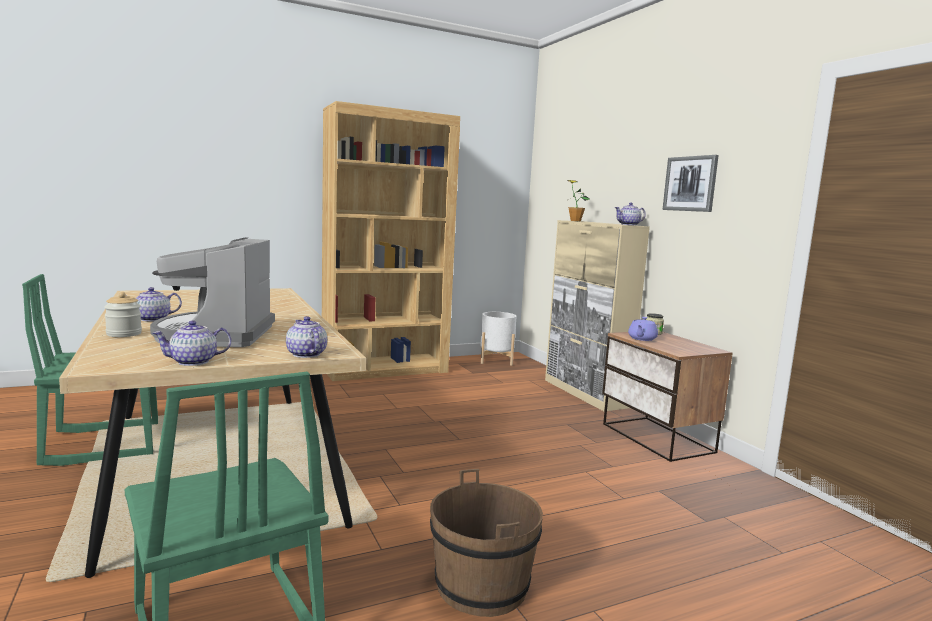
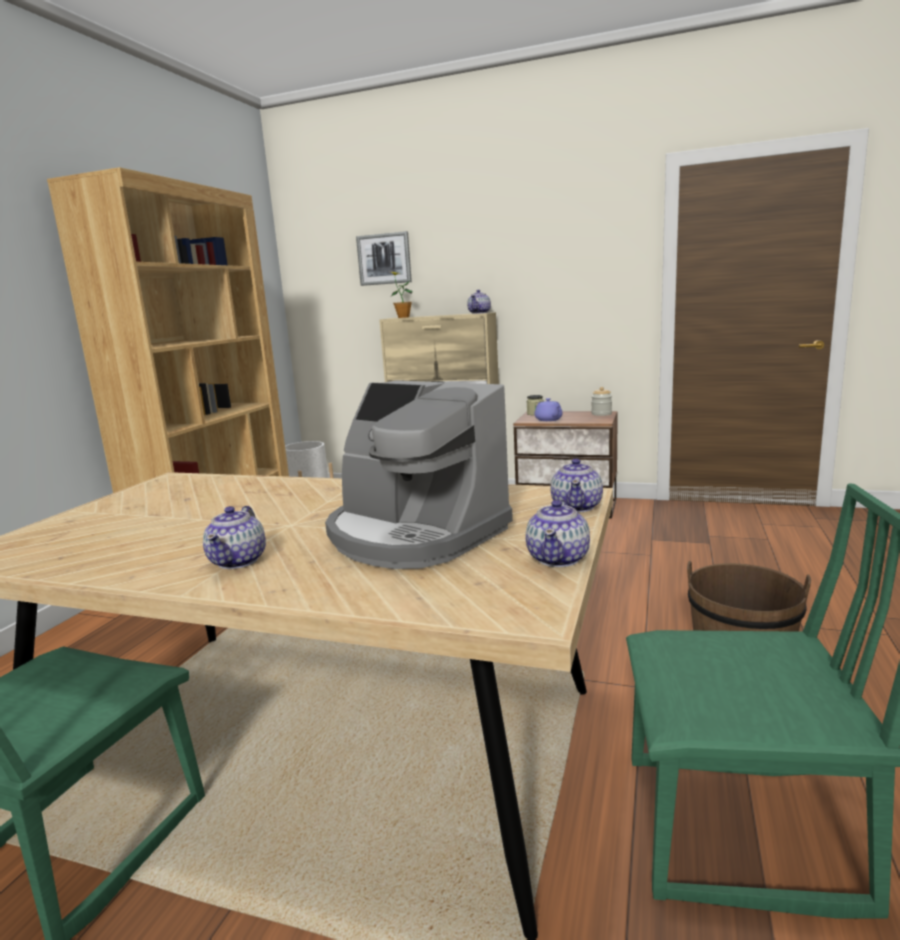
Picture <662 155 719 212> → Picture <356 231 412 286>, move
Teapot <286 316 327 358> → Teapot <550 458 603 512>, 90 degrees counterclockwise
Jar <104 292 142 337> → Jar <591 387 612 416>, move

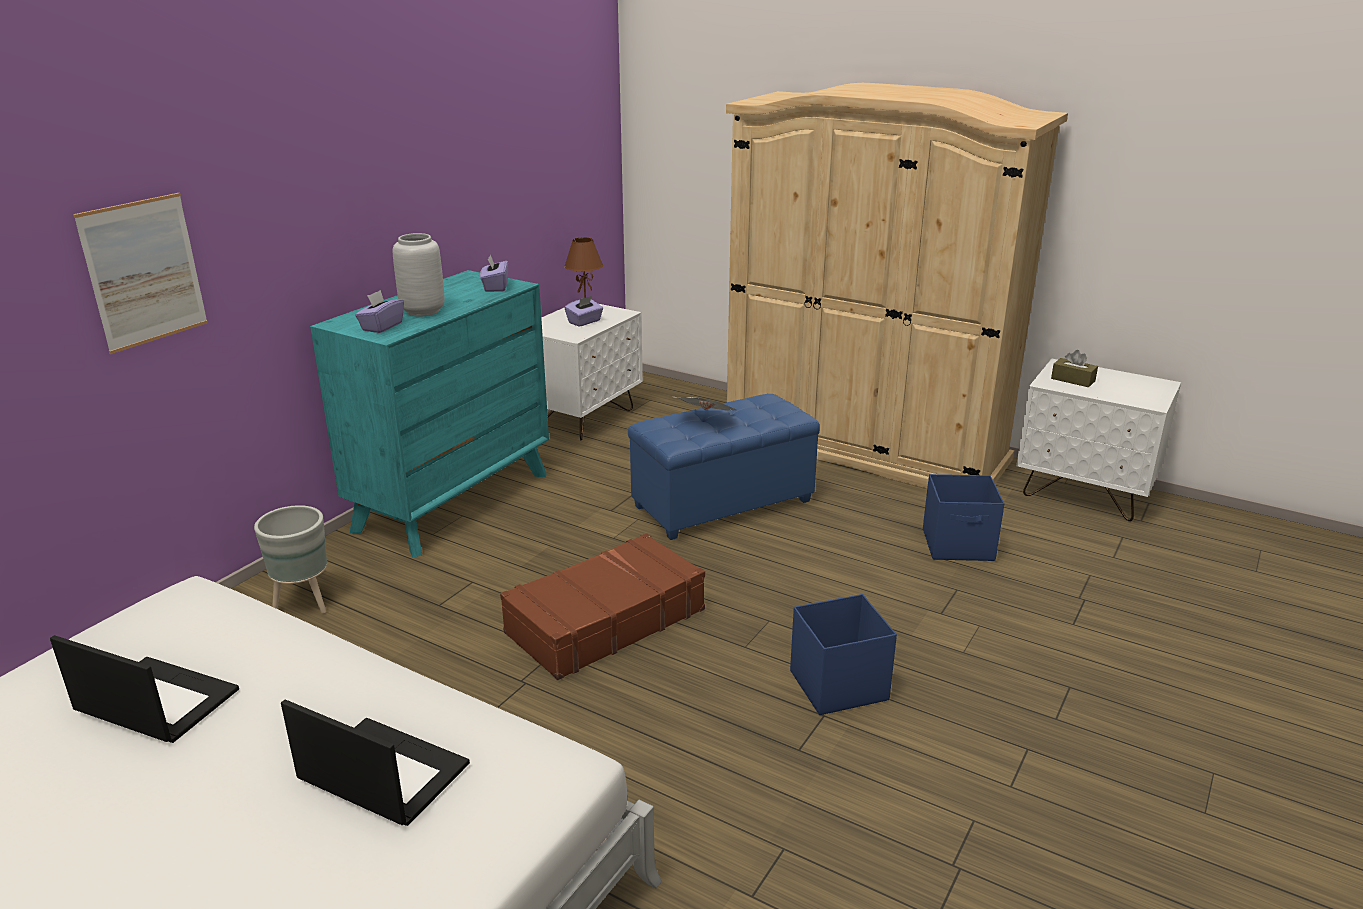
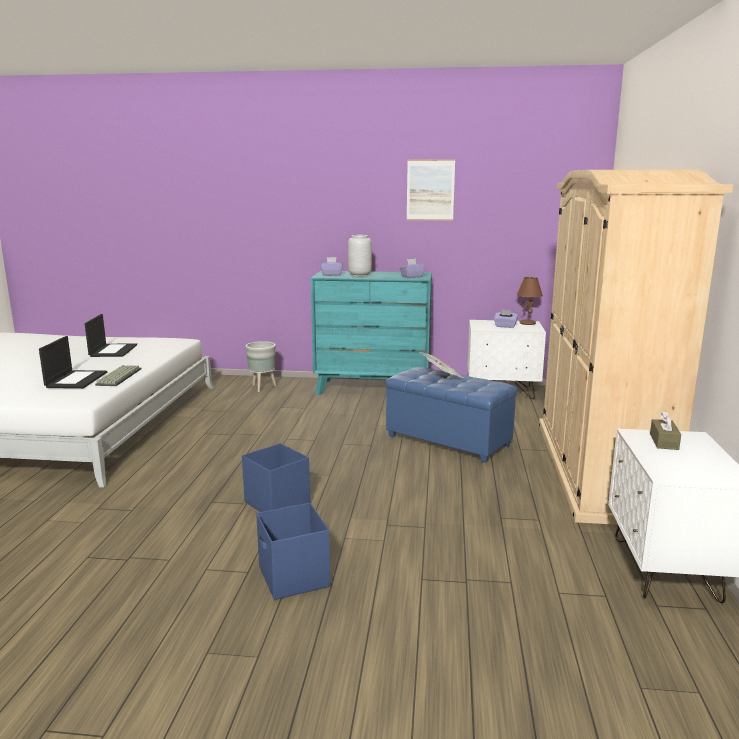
- → Keyboard <95 365 141 386>
BlueStorageBox <923 474 1005 561> → BlueStorageBox <256 503 330 600>, move
Picture <73 193 208 354> → Picture <407 159 455 221>, move
BrownSuitcase <500 533 705 680> → -

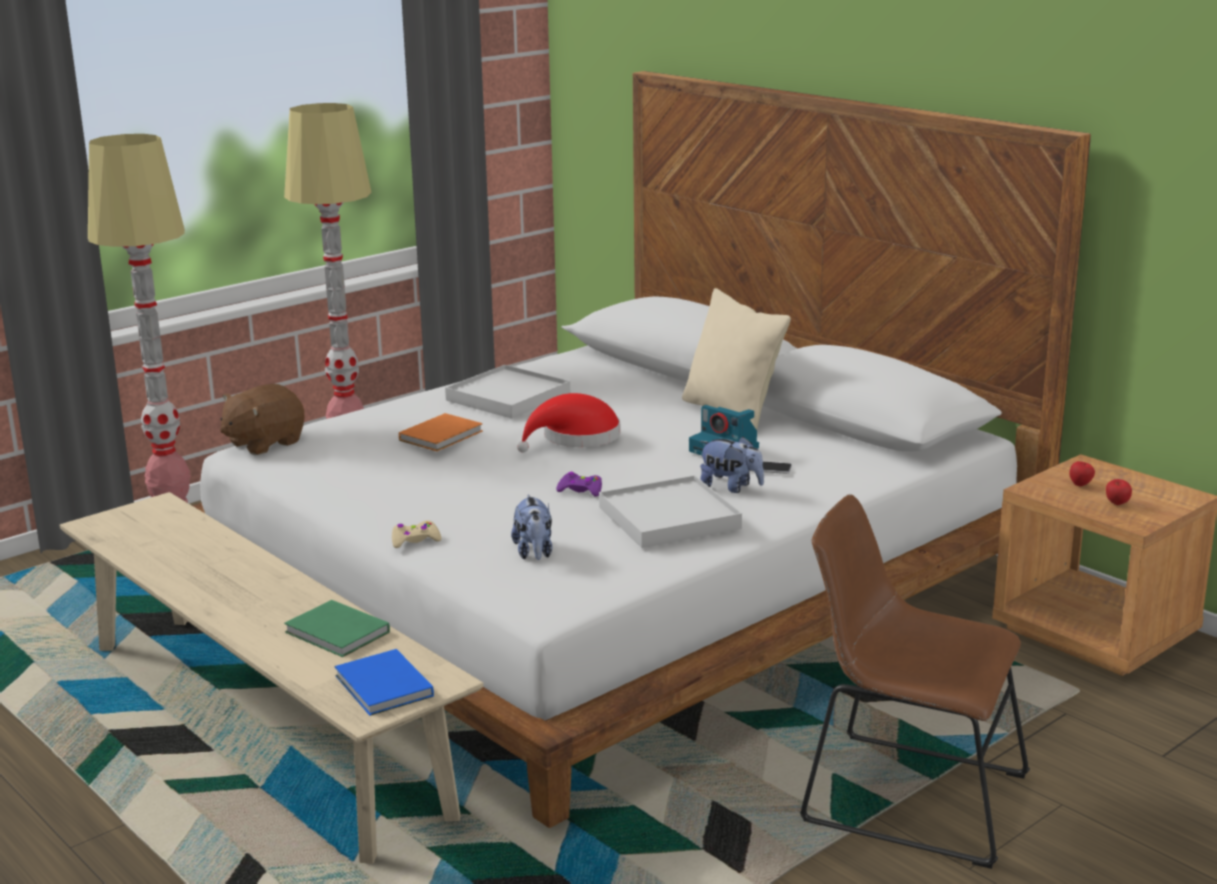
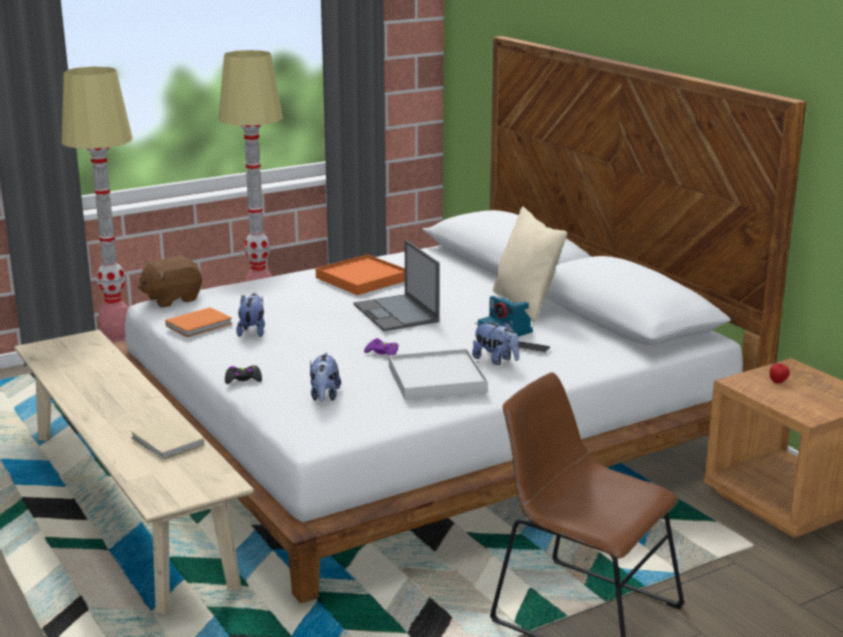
GreenBook <284 600 390 657> → BeigeBook <130 417 204 460>
OrangeBook <399 413 483 451> → OrangeBook <165 307 233 337>, move
BeigeGameController <392 521 441 548> → BlackGameController <225 365 262 384>
- → PlushToy <236 293 265 337>
WhiteTray <445 365 570 419> → OrangeTray <316 254 405 295>
RedHat <517 393 620 452> → Laptop <354 240 440 331>
BlueBook <335 649 434 716> → -
Apple <1106 479 1132 505> → -

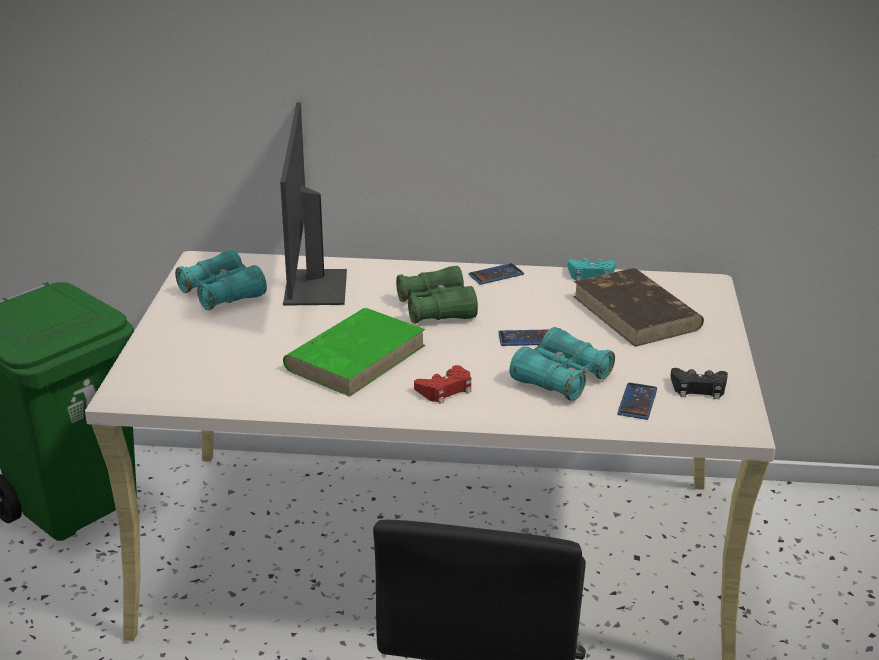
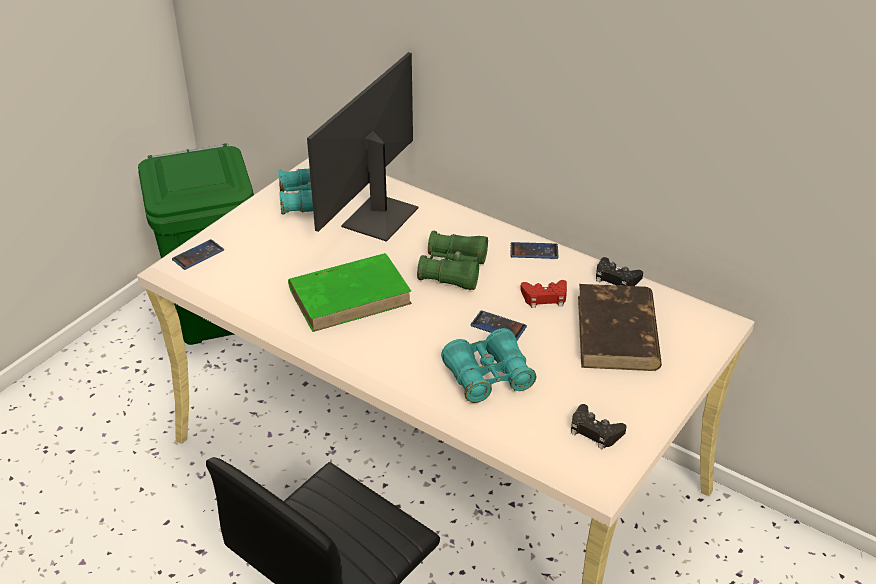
Phone <617 382 657 420> → Phone <172 239 224 270>, move
RedGameController <414 365 471 404> → RedGameController <520 280 567 308>, move
TurquoiseGameController <567 258 616 281> → BlackGameController <596 257 643 286>

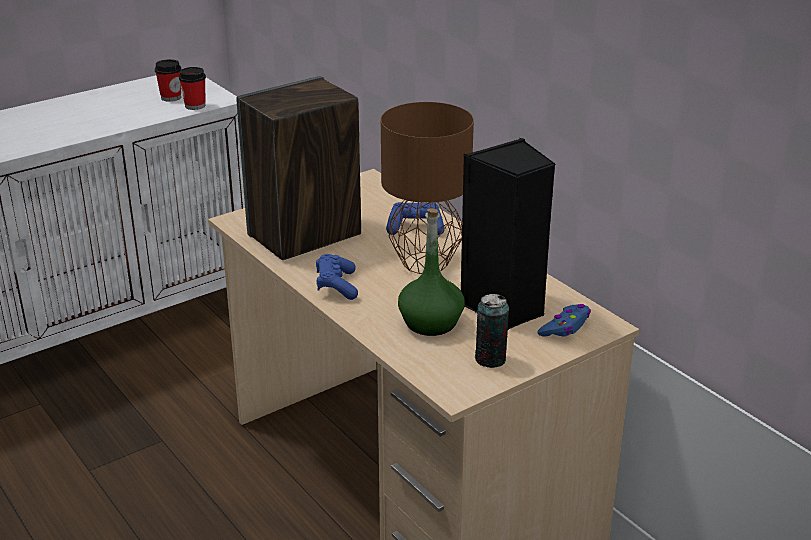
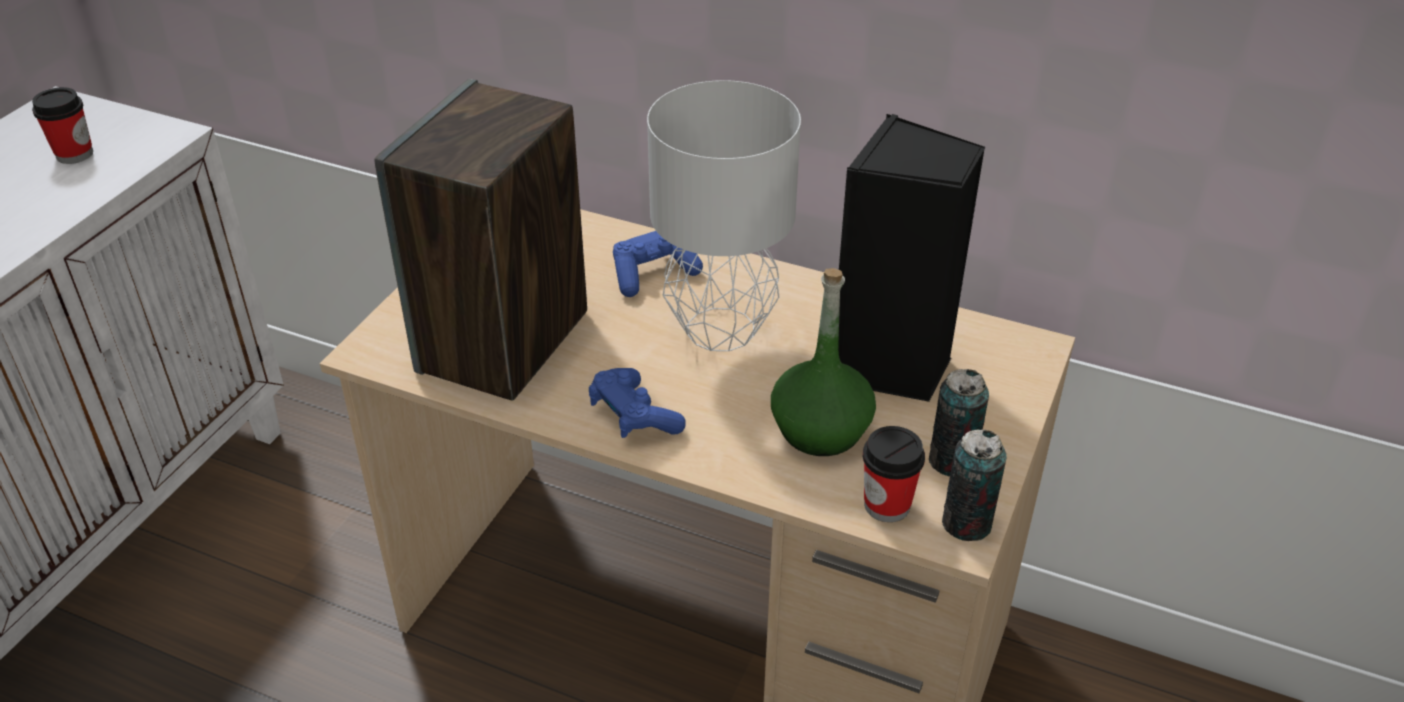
BrownTableLamp <381 102 474 274> → GreyTableLamp <647 80 801 351>
Cup <179 67 206 110> → Cup <863 426 925 522>, move
- → Can <942 430 1006 541>
BlueGameController <537 304 591 337> → -

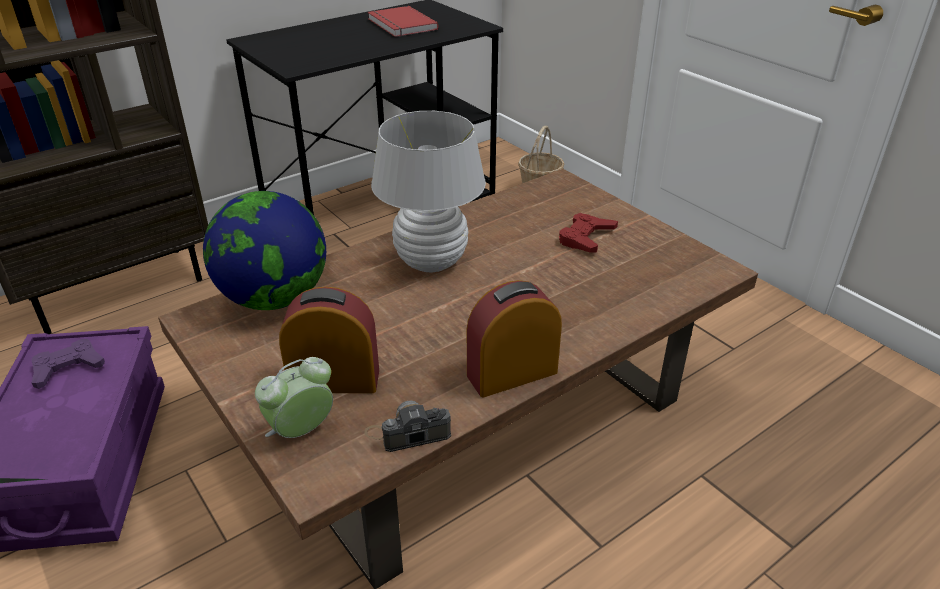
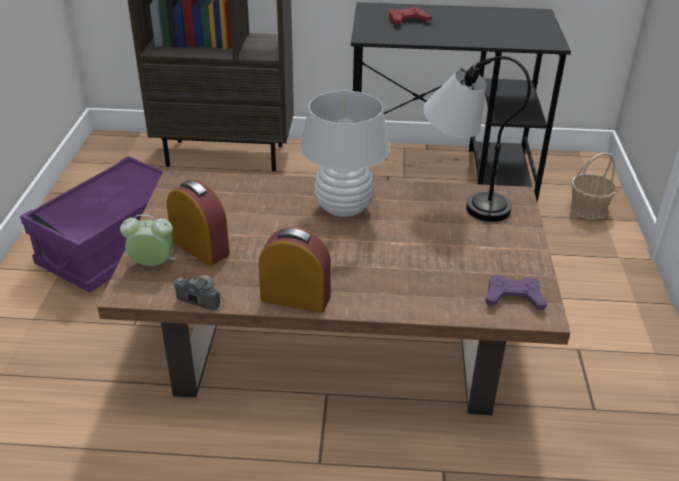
RedGameController <559 213 618 253> → RedGameController <389 7 432 25>, move
- → TableLamp <423 56 531 222>
PurpleGameController <32 339 105 389> → PurpleGameController <485 275 547 310>, move
Globe <203 191 326 310> → -
RedBook <368 6 439 37> → -

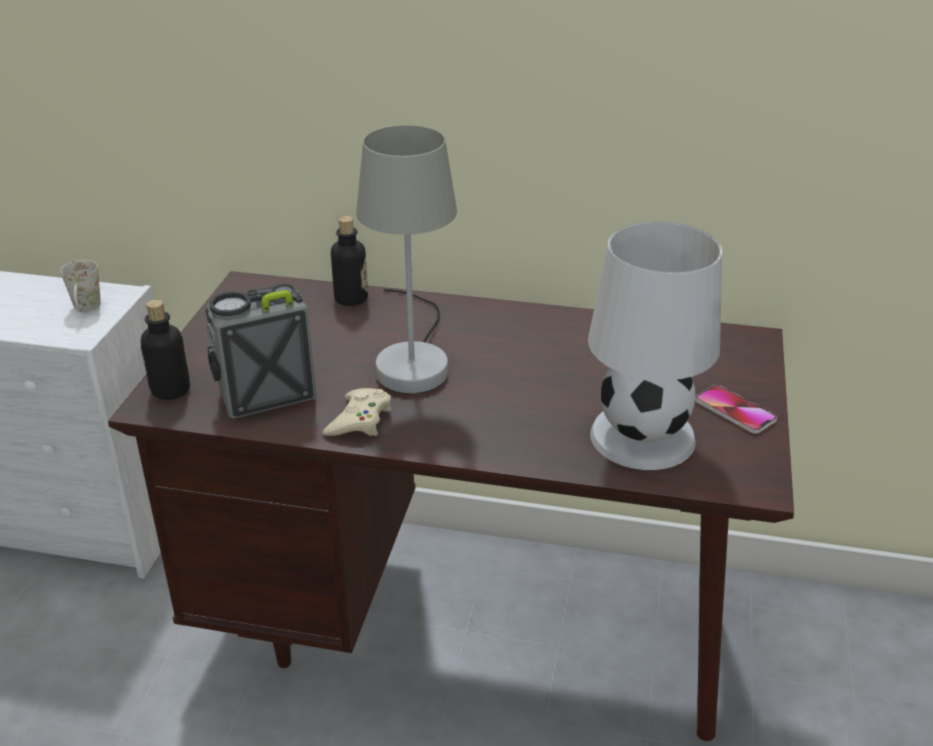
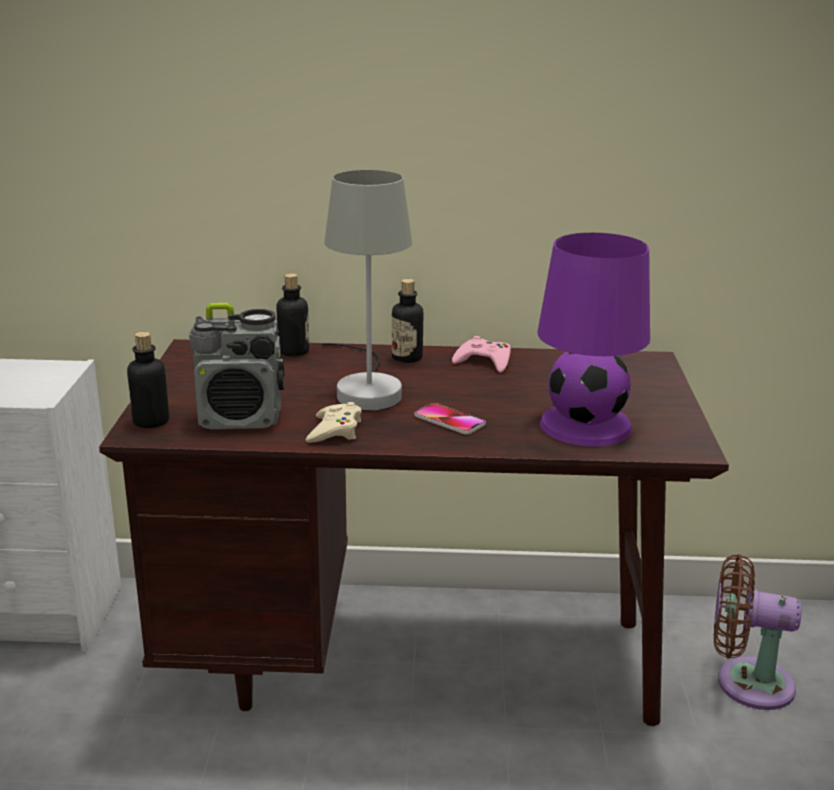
Radio <205 284 316 419> → Radio <189 303 284 429>, 150 degrees counterclockwise
- → Bottle <392 279 423 363>
Phone <695 385 777 434> → Phone <414 403 486 434>, move
- → PinkGameController <452 336 511 373>
WhiteTableLamp <588 221 722 470> → PurpleTableLamp <538 233 650 446>
- → BrownFan <714 554 802 710>
WhiteMug <60 260 101 312> → -

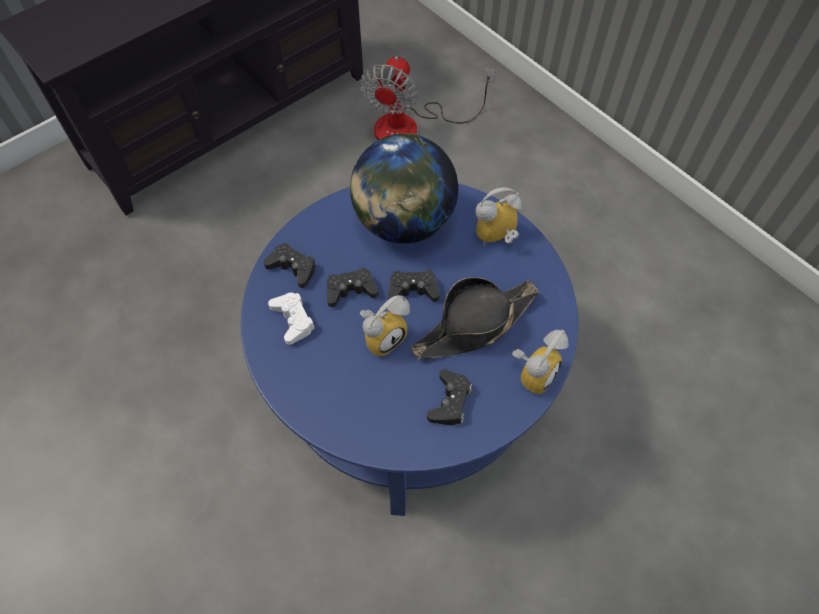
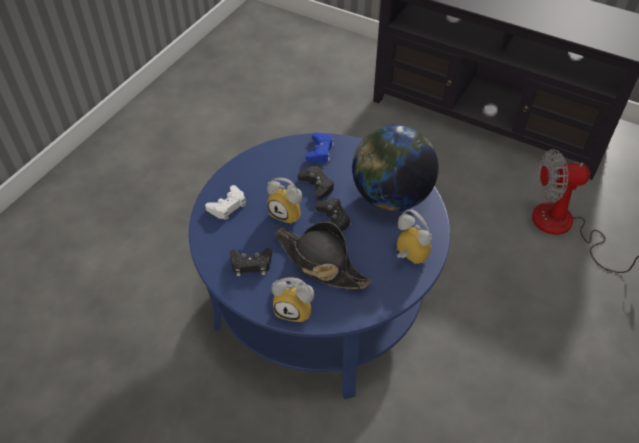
WhiteGameController <268 293 315 345> → WhiteGameController <205 185 246 220>, move
BlackGameController <263 243 316 288> → BlueGameController <306 132 334 163>

